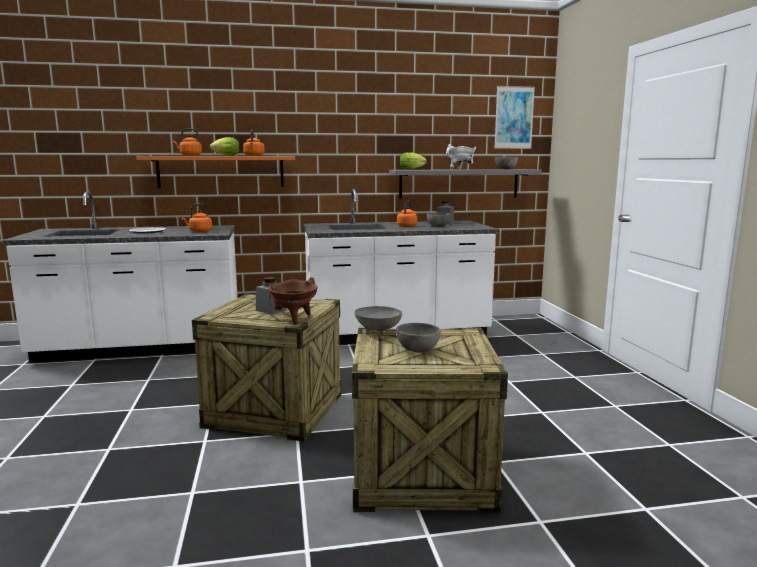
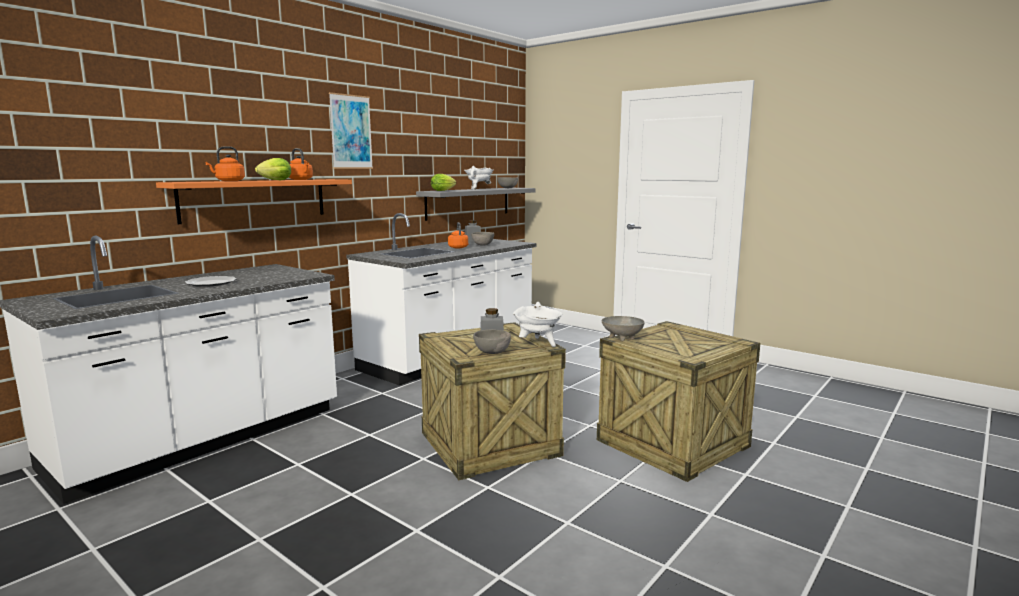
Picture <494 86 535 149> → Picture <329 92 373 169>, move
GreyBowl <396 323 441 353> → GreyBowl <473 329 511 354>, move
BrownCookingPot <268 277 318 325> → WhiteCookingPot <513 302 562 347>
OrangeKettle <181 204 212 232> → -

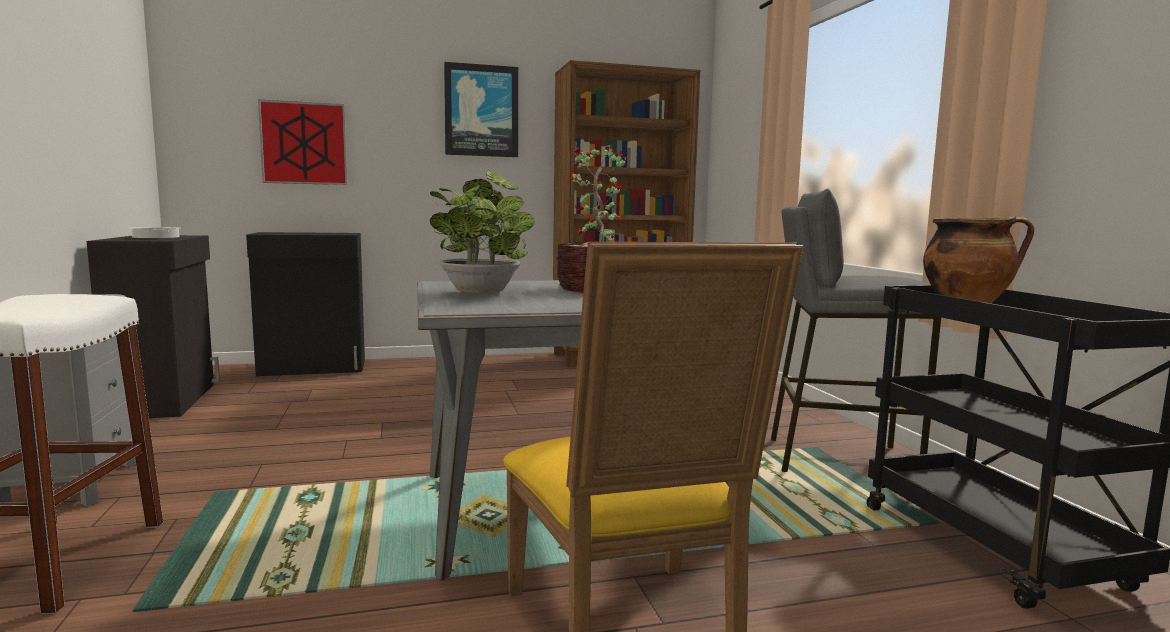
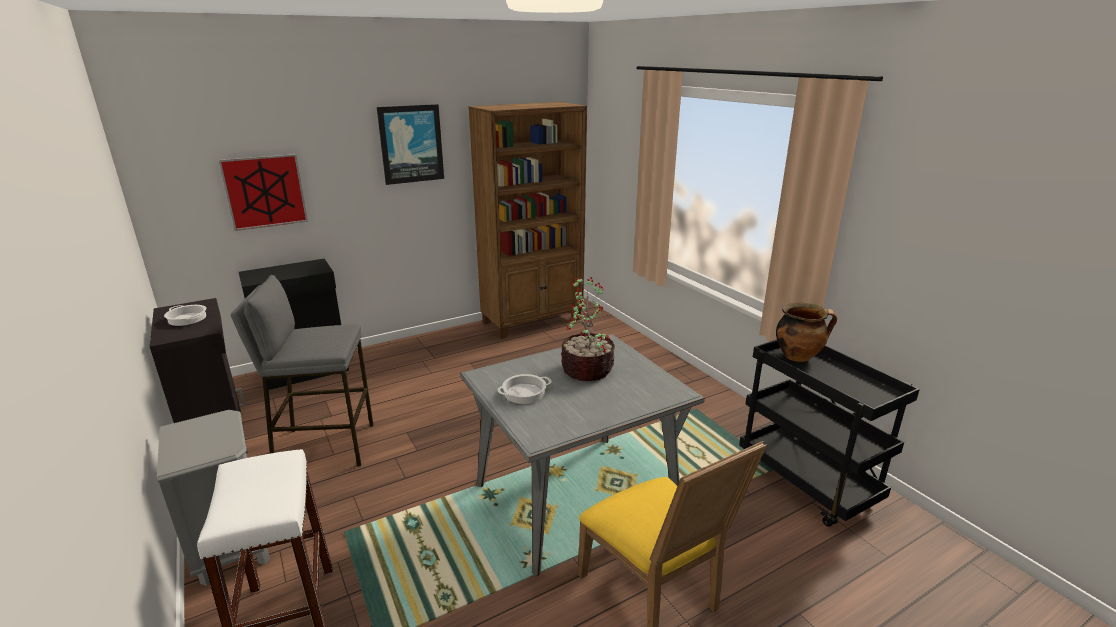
GreyStool <771 188 941 472> → GreyStool <231 275 373 466>, move
PottedPlant <430 171 535 295> → CookingPot <498 374 552 404>

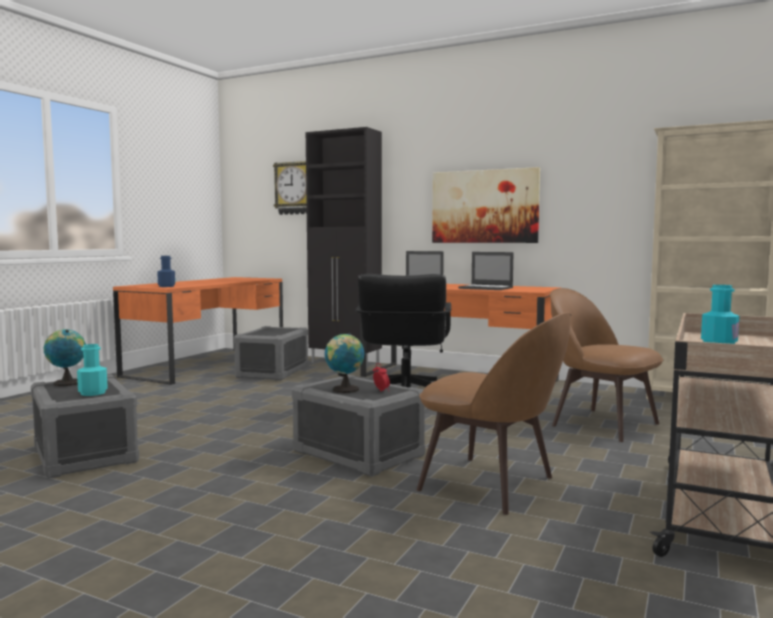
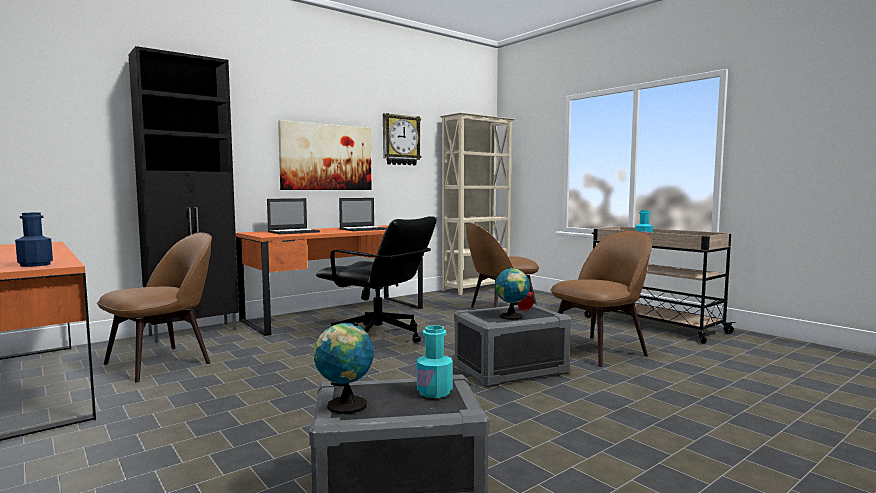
GreyStorageBox <234 326 308 381> → BrownChair <97 232 212 383>
WallClock <273 161 307 215> → WallClock <383 113 421 165>, move

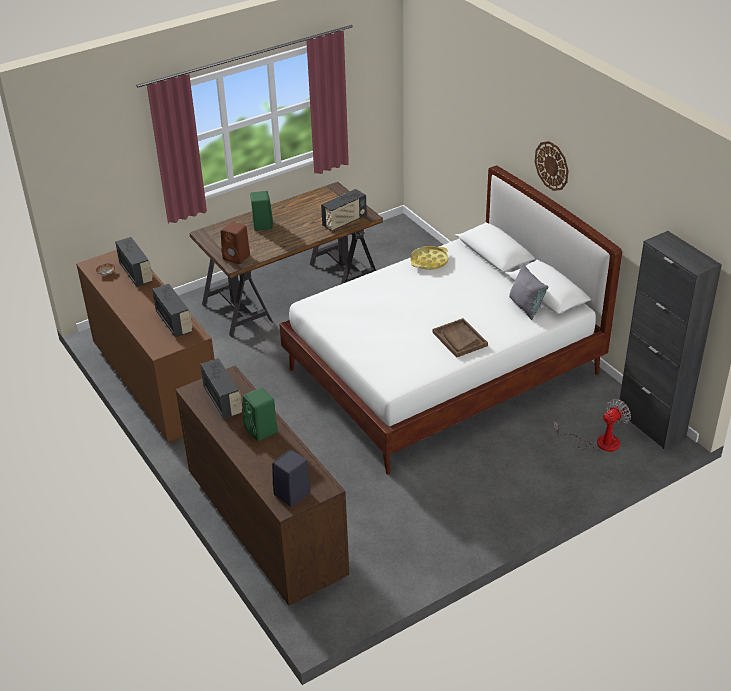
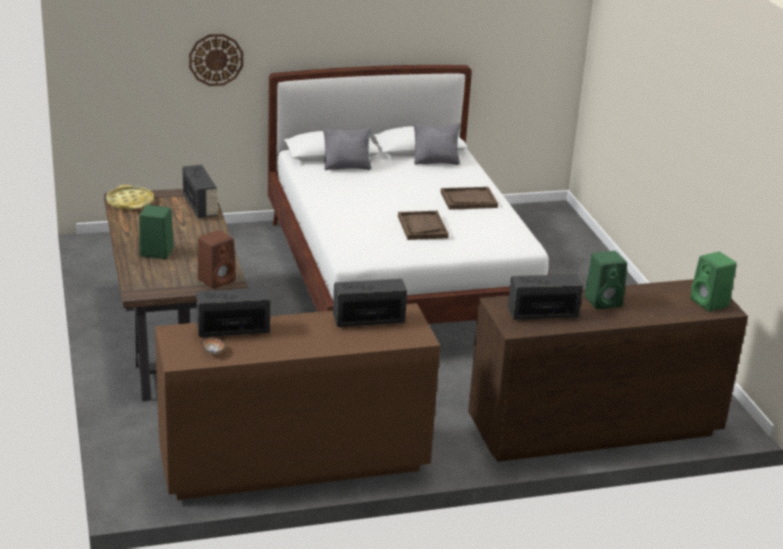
YellowTray <410 246 449 270> → YellowTray <106 185 154 210>, move
WallClock <535 141 569 191> → WallClock <189 34 243 86>, move
- → GreyPillow <323 127 371 170>
- → BrownTray <398 211 449 240>
BlackSpeaker <272 449 311 507> → GreenSpeaker <690 252 737 311>
Fan <553 399 631 452> → -
BlackCabinet <620 231 722 449> → -

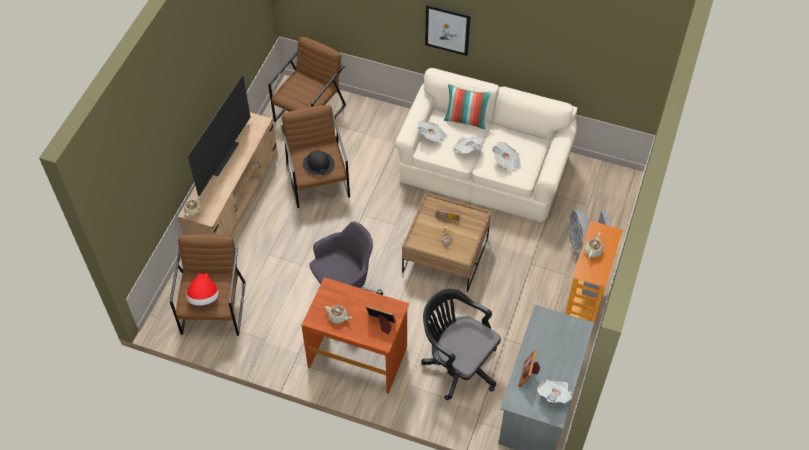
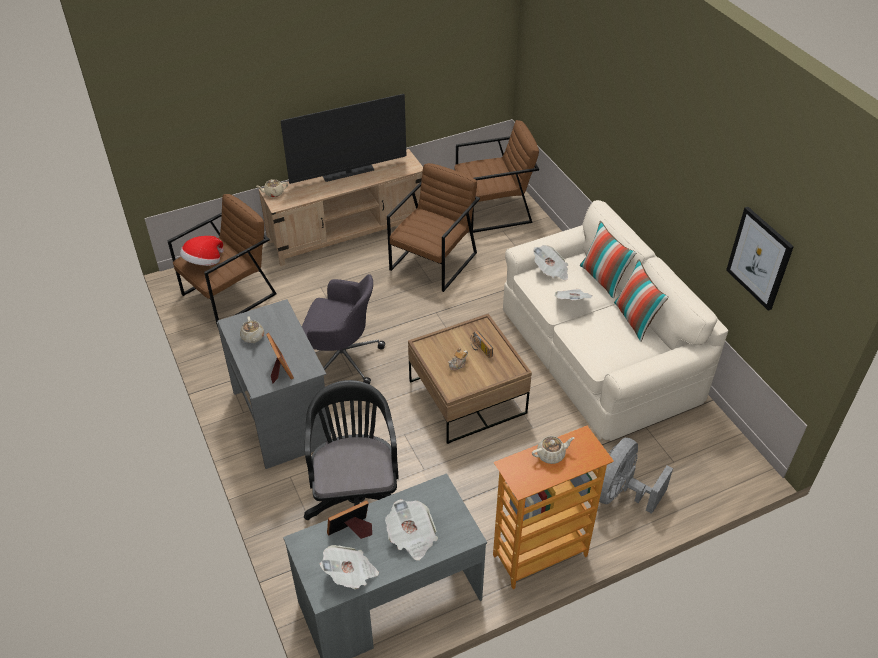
BrownDesk <302 277 409 394> → GreyDesk <217 299 332 469>
Newspaper <492 142 521 170> → Newspaper <385 499 438 560>, move
- → Pillow <614 259 668 341>
Picture <425 4 471 56> → Picture <726 207 794 311>, move
BlackHat <303 151 335 175> → -

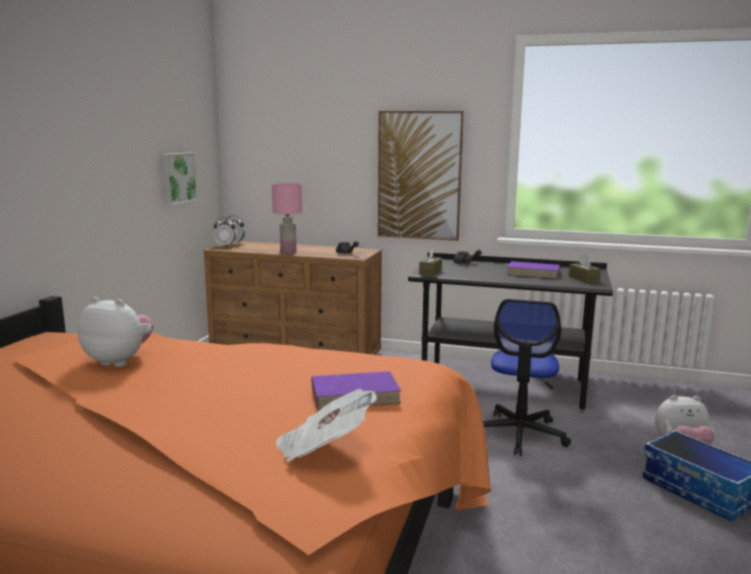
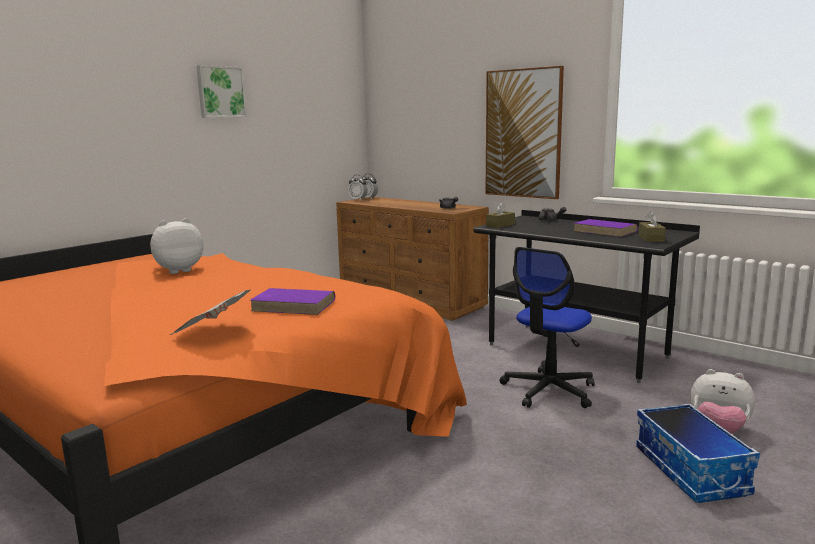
PlushToy <78 297 153 367> → PlushToy <150 218 203 274>, 75 degrees counterclockwise
Picture <162 152 198 206> → Picture <196 65 247 118>, move
PinkTableLamp <272 183 302 253> → -

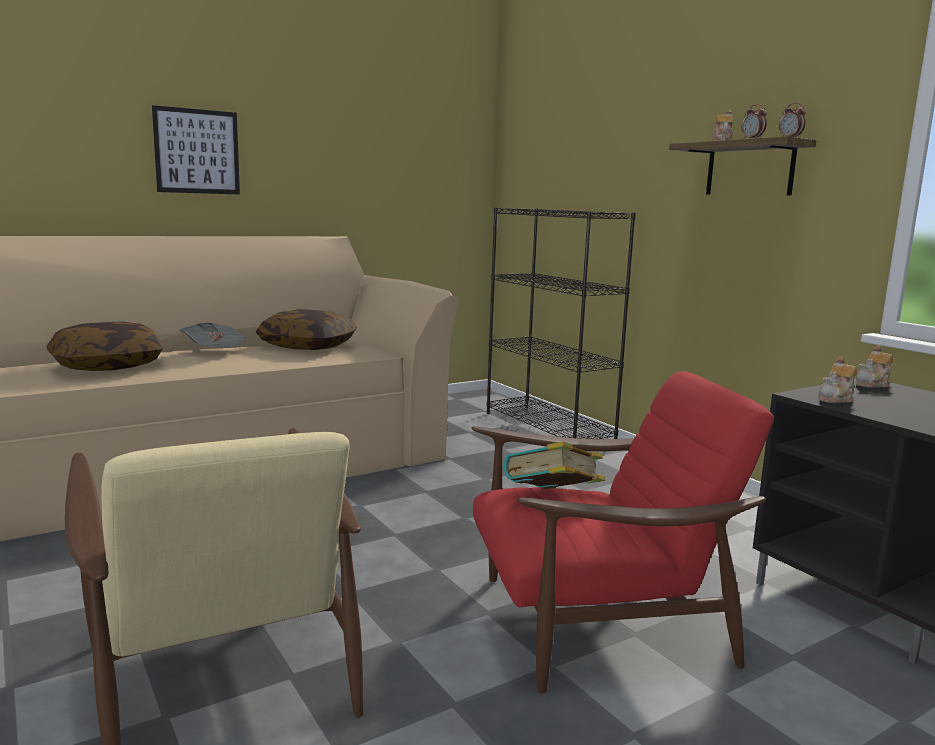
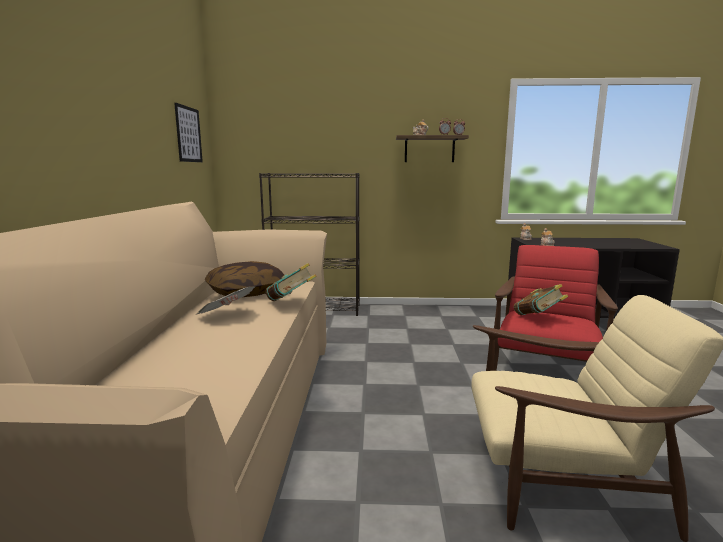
Picture <152 105 240 195> → Picture <174 103 203 162>, move
- → Book <266 263 317 301>
Pillow <46 321 164 371> → -

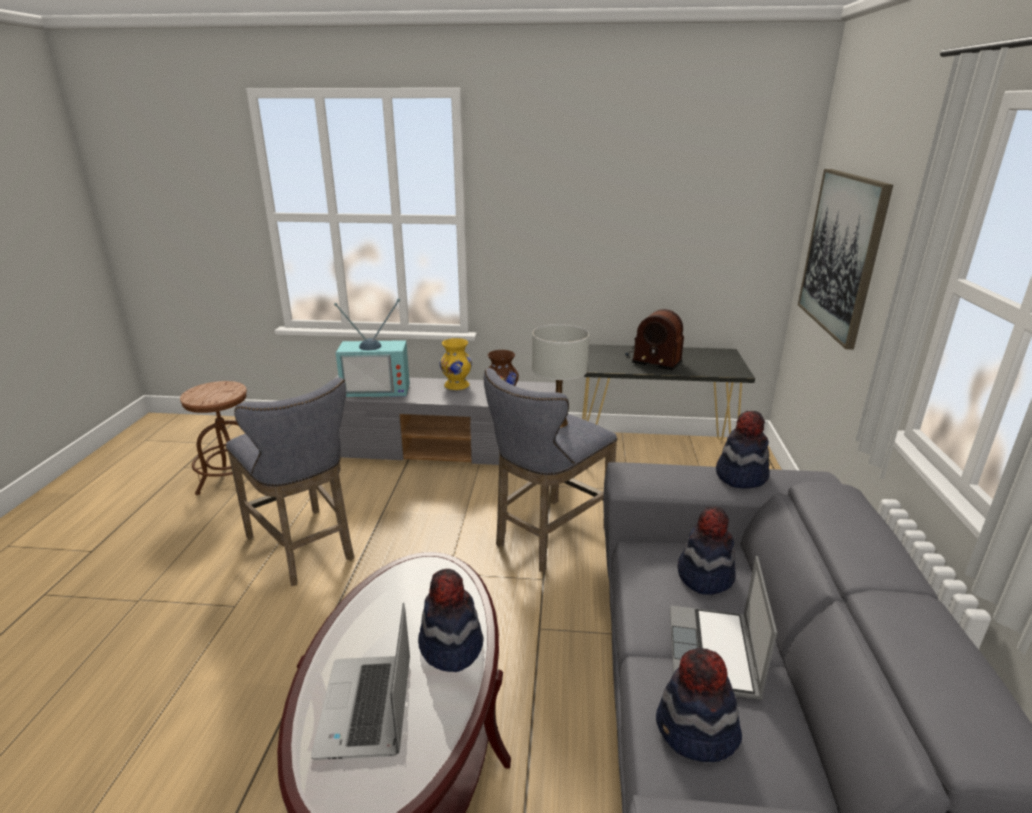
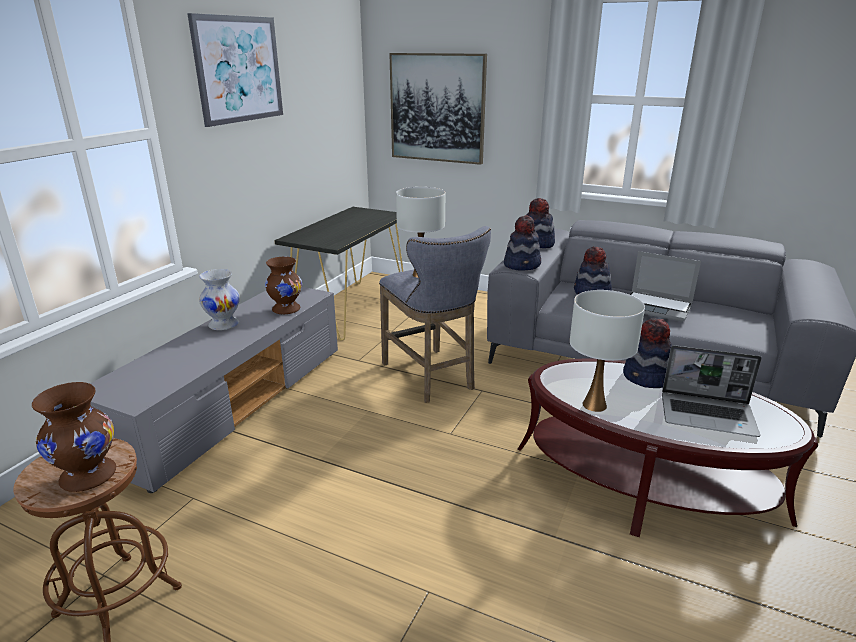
- → BrownVase <32 382 116 492>
- → Picture <187 13 283 127>
YellowVase <440 338 472 390> → WhiteVase <199 269 240 330>
Hat <656 648 742 762> → Hat <504 215 541 270>, move
- → WhiteTableLamp <570 290 645 412>
GreyStool <226 377 354 586> → -
Television <334 299 410 398> → -
Radio <625 309 684 371> → -

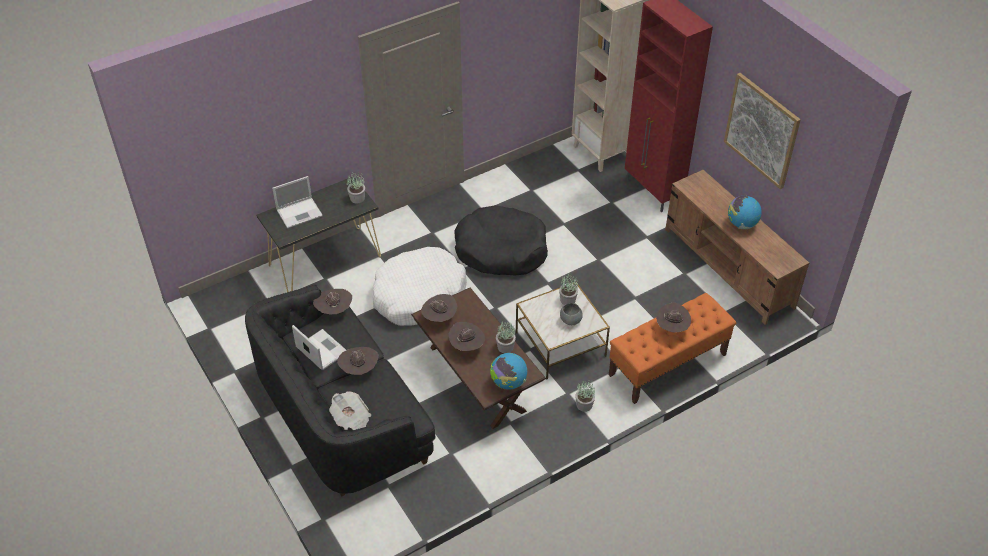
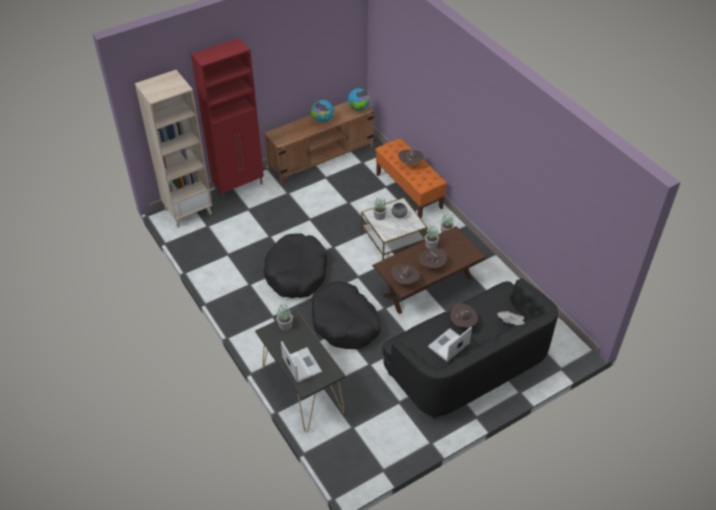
WhiteDogBed <373 247 467 326> → BlackDogBed <312 281 381 349>
Globe <490 353 527 390> → Globe <348 88 370 111>, move
BrownHat <313 289 352 314> → -
Picture <724 73 801 189> → -

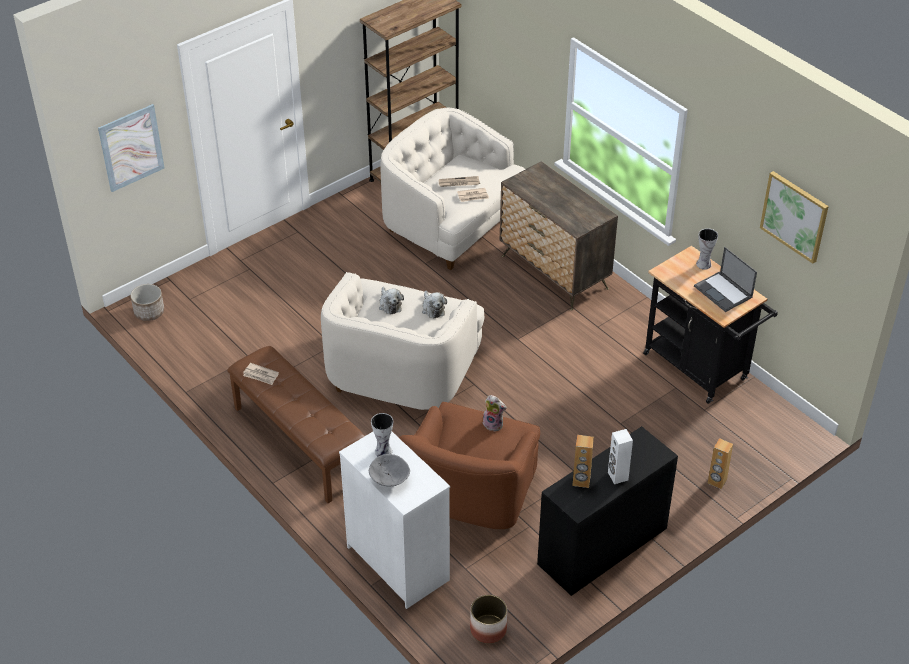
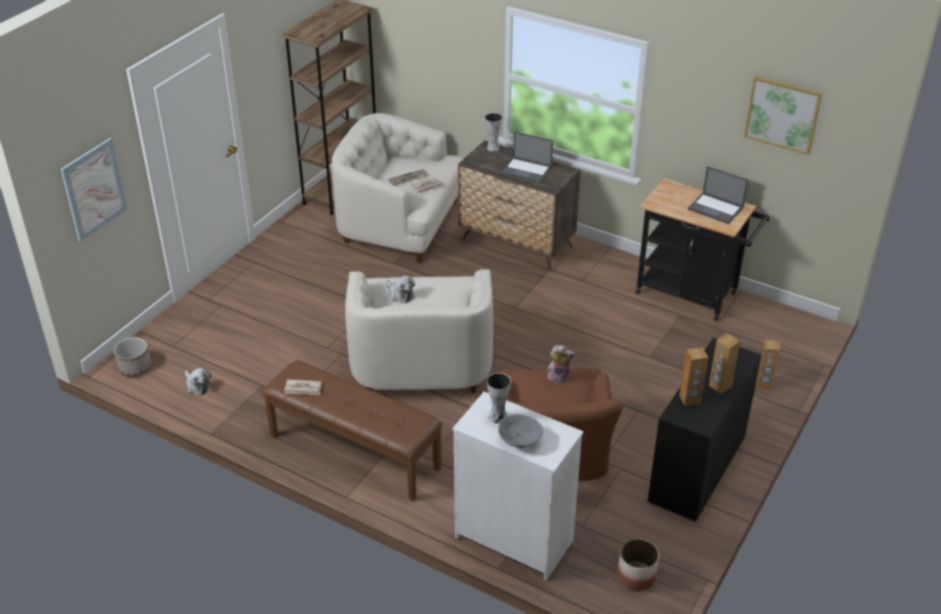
PlushToy <422 291 447 319> → PlushToy <185 368 211 395>, move
Vase <696 228 718 270> → Vase <485 113 502 152>, move
- → Laptop <501 132 553 183>
WhiteSpeaker <608 429 633 484> → BrownSpeaker <709 333 740 394>

